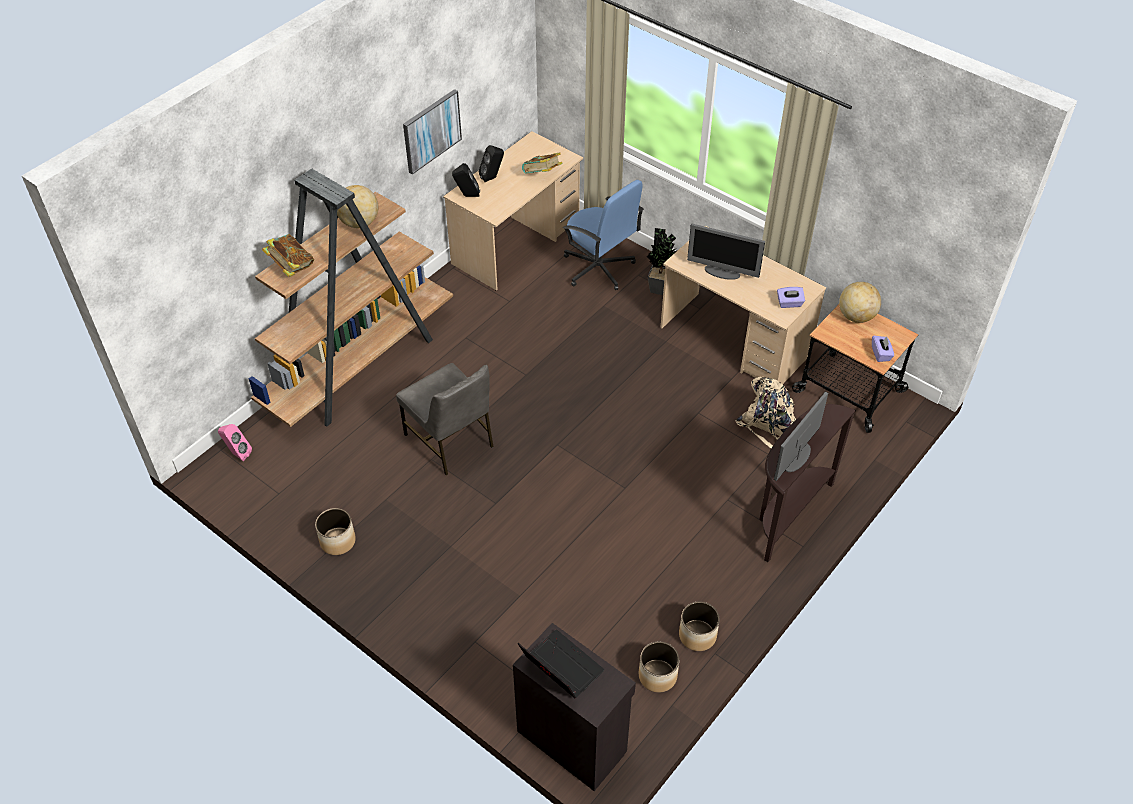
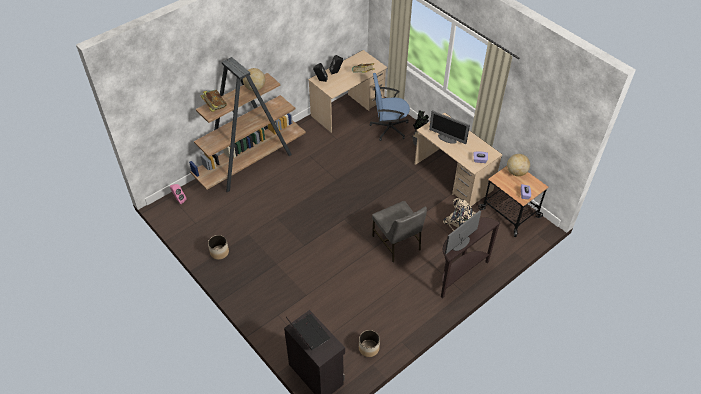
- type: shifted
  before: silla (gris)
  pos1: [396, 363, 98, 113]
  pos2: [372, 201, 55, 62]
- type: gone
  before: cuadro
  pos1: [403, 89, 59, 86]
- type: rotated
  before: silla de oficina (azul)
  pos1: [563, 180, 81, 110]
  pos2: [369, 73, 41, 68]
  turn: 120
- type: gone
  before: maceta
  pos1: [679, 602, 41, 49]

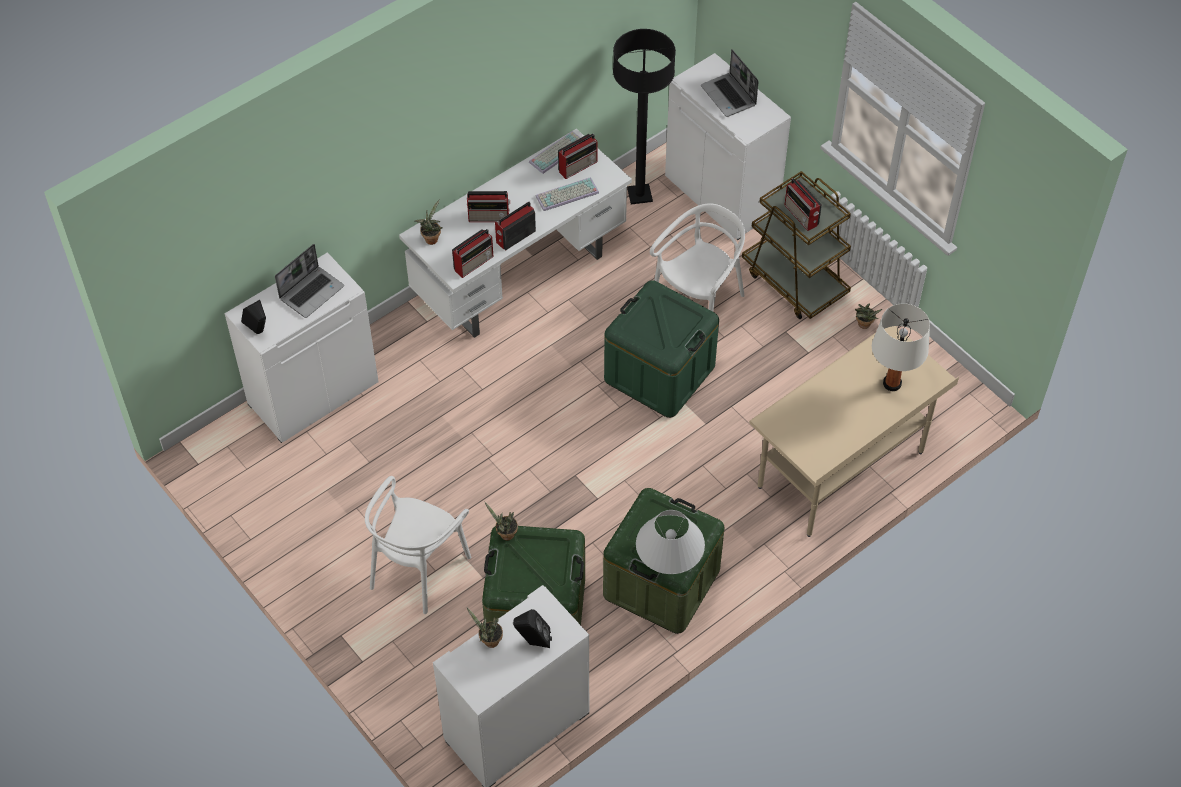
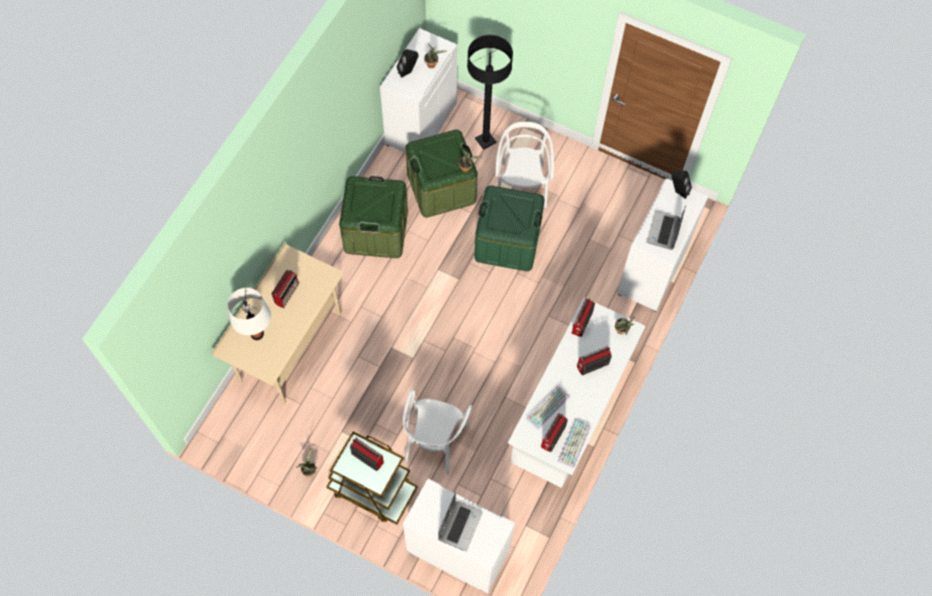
- type: shifted
  before: radio
  pos1: [495, 201, 41, 49]
  pos2: [271, 270, 28, 38]
- type: shifted
  before: caja de almacenaje (verde)
  pos1: [604, 280, 115, 138]
  pos2: [474, 185, 71, 86]
- type: shifted
  before: lámpara de pie (negro)
  pos1: [613, 29, 63, 175]
  pos2: [467, 35, 46, 115]
- type: gone
  before: lámpara de mesa (blanco)
  pos1: [636, 510, 69, 64]
- type: rotated
  before: portátil
  pos1: [701, 49, 58, 68]
  pos2: [438, 493, 45, 58]
  turn: 75

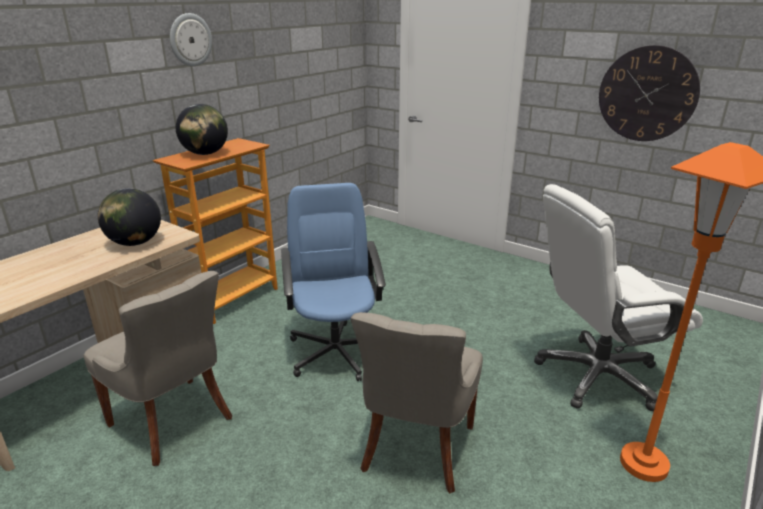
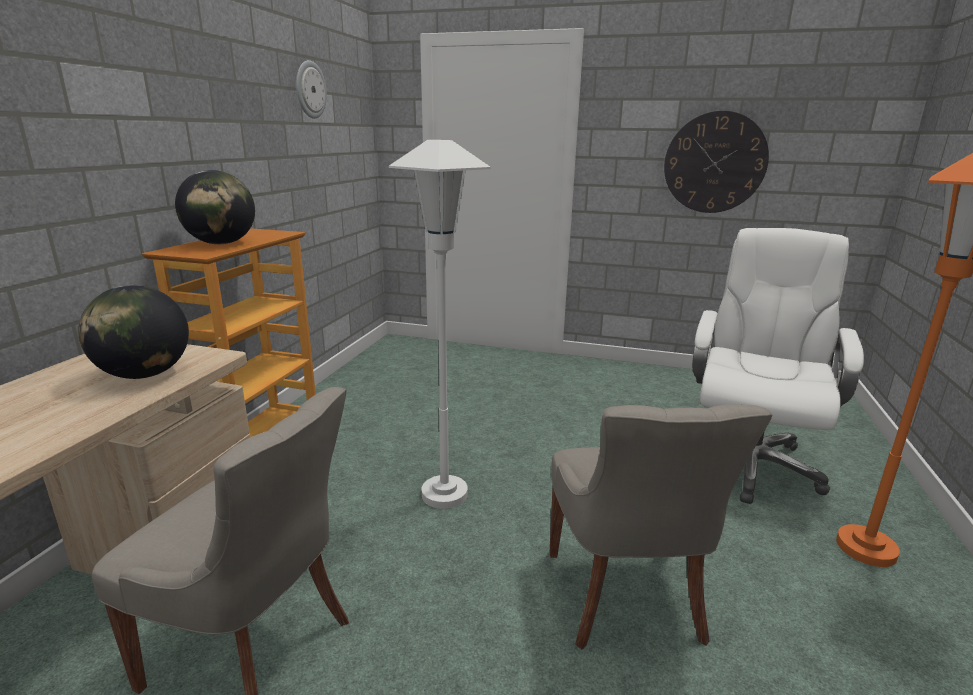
- type: shifted
  before: reloj de pared
  pos1: [170, 13, 42, 53]
  pos2: [296, 60, 31, 59]
- type: swapped
  before: silla de oficina (azul)
  after: lámpara de pie (blanco)
  pos1: [281, 183, 105, 198]
  pos2: [389, 140, 102, 369]
- type: rotated
  before: silla de oficina (blanco)
  pos1: [534, 184, 169, 227]
  pos2: [692, 228, 172, 276]
  turn: 150

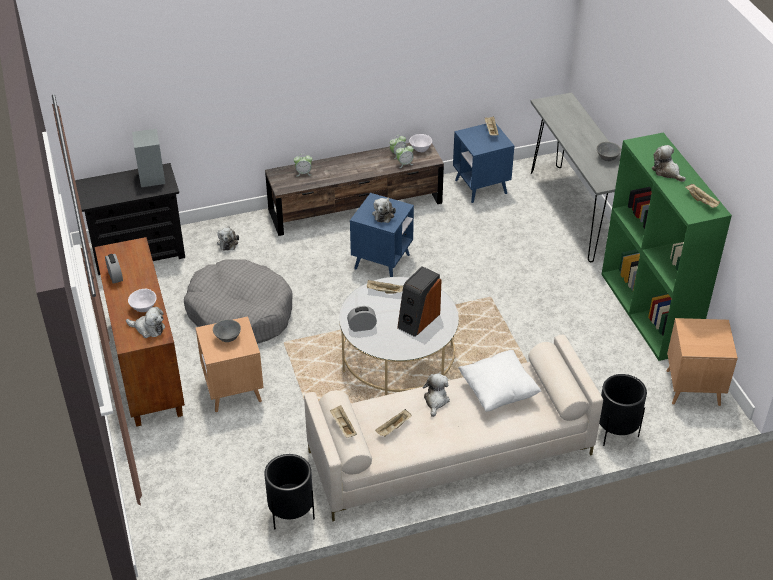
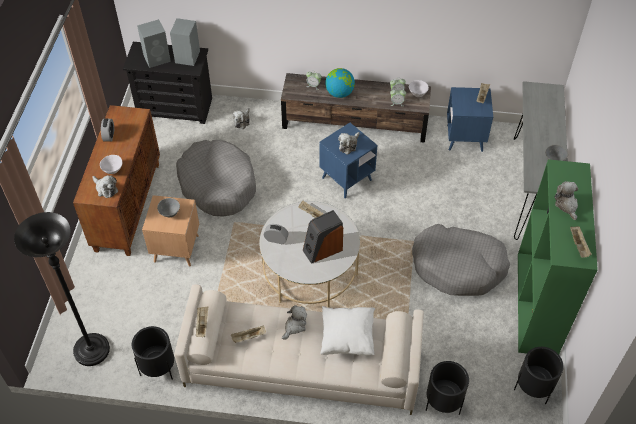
- type: swapped
  before: mesa auxiliar (marrón)
  after: maceta (negro)
  pos1: [666, 318, 72, 88]
  pos2: [514, 347, 50, 57]
- type: new
  after: lámpara de pie (negro)
  pos2: [14, 212, 96, 154]
- type: new
  after: altavoz (gris)
  pos2: [137, 19, 34, 49]
- type: new
  after: globo terráqueo
  pos2: [325, 68, 30, 30]
- type: new
  after: cama para perro (gris)
  pos2: [412, 224, 98, 72]

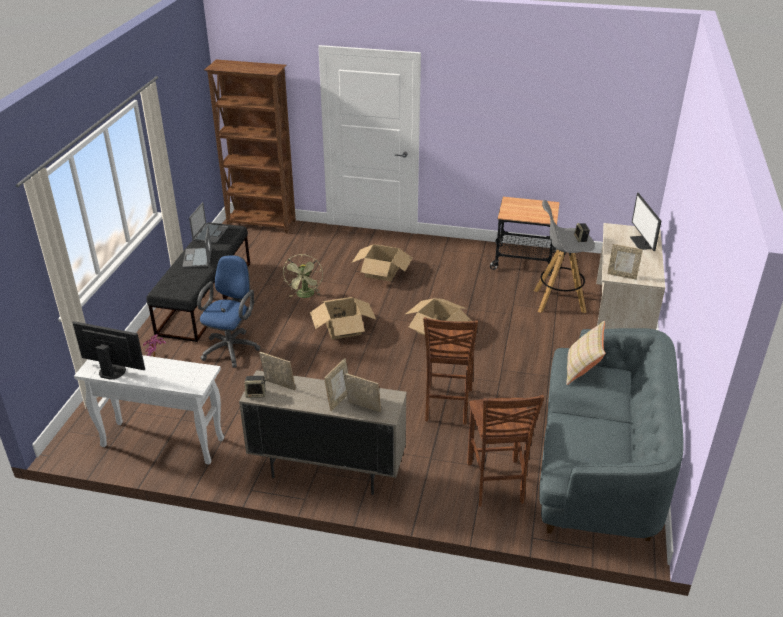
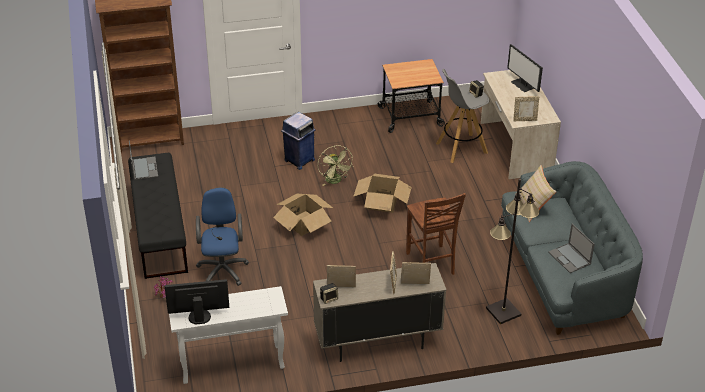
- type: shifted
  before: portátil
  pos1: [182, 225, 30, 43]
  pos2: [548, 224, 47, 49]
- type: shifted
  before: ventilador (verde)
  pos1: [283, 254, 40, 44]
  pos2: [318, 145, 36, 41]
- type: swapped
  before: caja de cartón
  after: papelera (azul)
  pos1: [352, 244, 60, 37]
  pos2: [281, 112, 34, 58]
- type: swapped
  before: silla (marrón)
  after: lámpara de pie (negro)
  pos1: [467, 395, 77, 111]
  pos2: [486, 179, 54, 145]

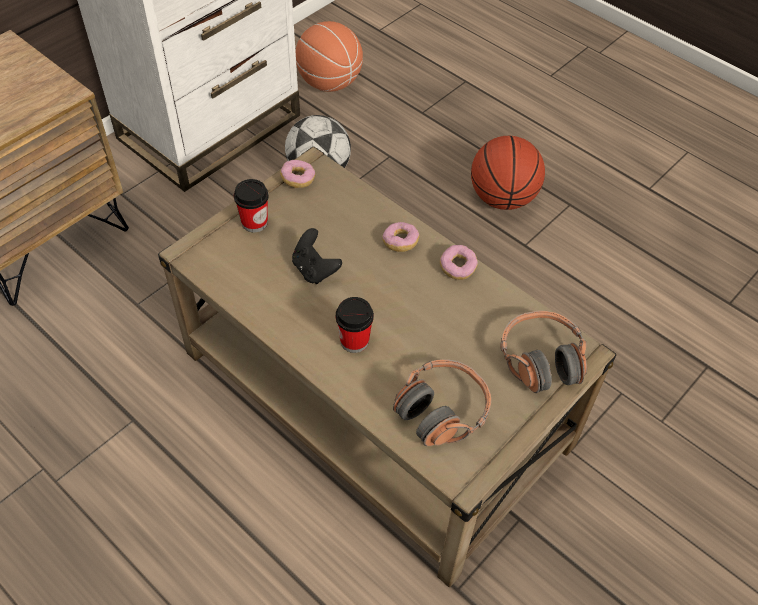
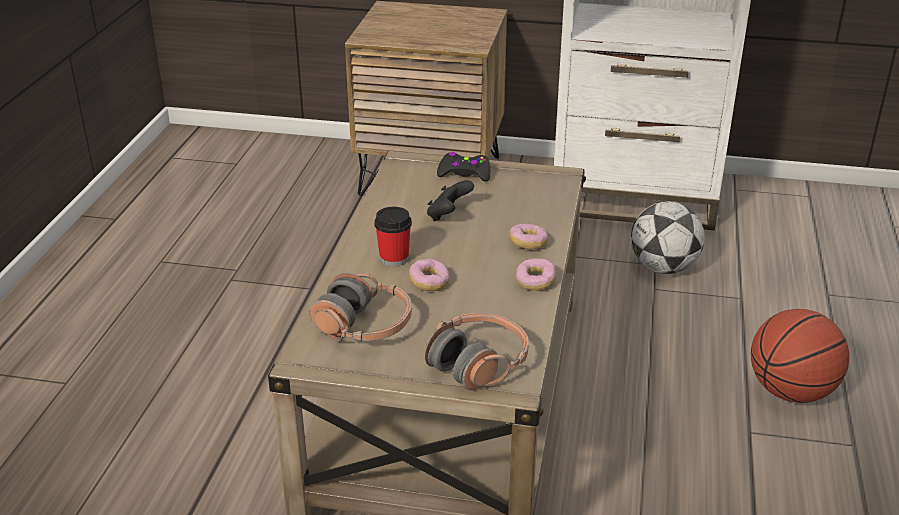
- type: swapped
  before: taza
  after: mando de consola (negro)
  pos1: [234, 179, 35, 53]
  pos2: [437, 152, 53, 29]
- type: shifted
  before: rosquilla
  pos1: [280, 160, 35, 28]
  pos2: [409, 259, 41, 32]
- type: gone
  before: balón de baloncesto
  pos1: [296, 21, 67, 71]

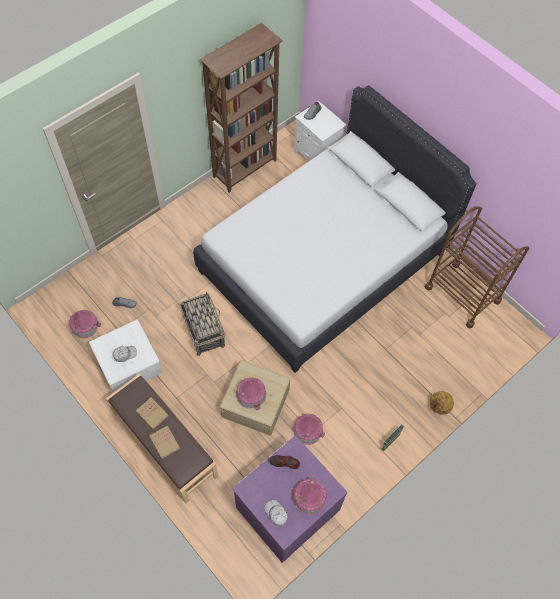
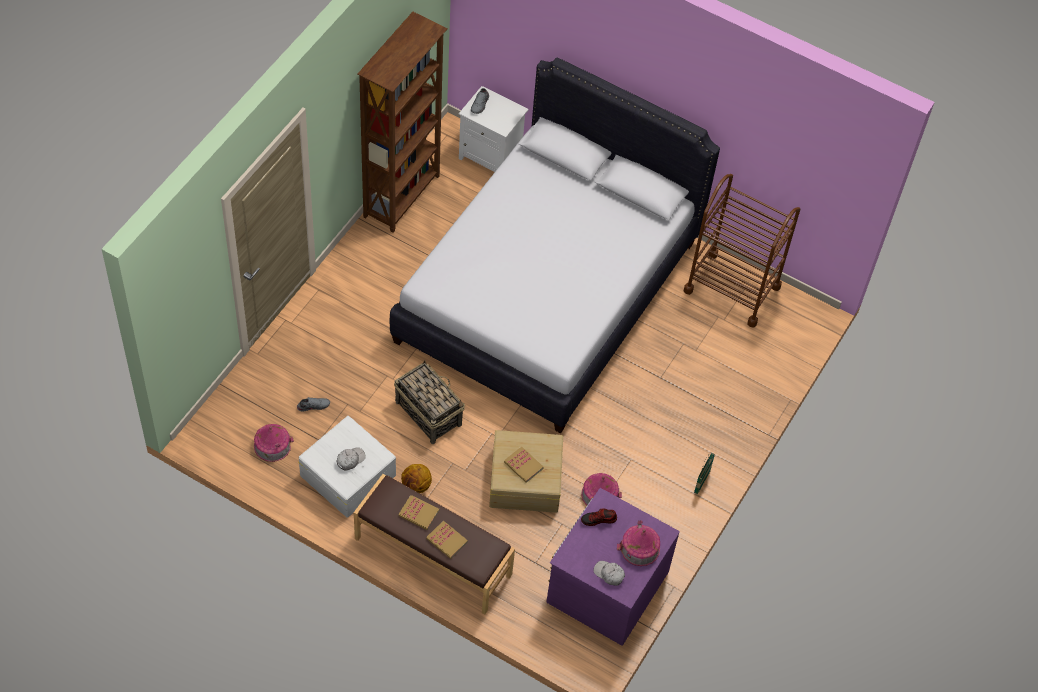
- type: swapped
  before: casita
  after: libro
  pos1: [236, 377, 30, 33]
  pos2: [504, 446, 40, 37]
- type: shifted
  before: balón de baloncesto
  pos1: [430, 391, 24, 24]
  pos2: [401, 464, 31, 29]

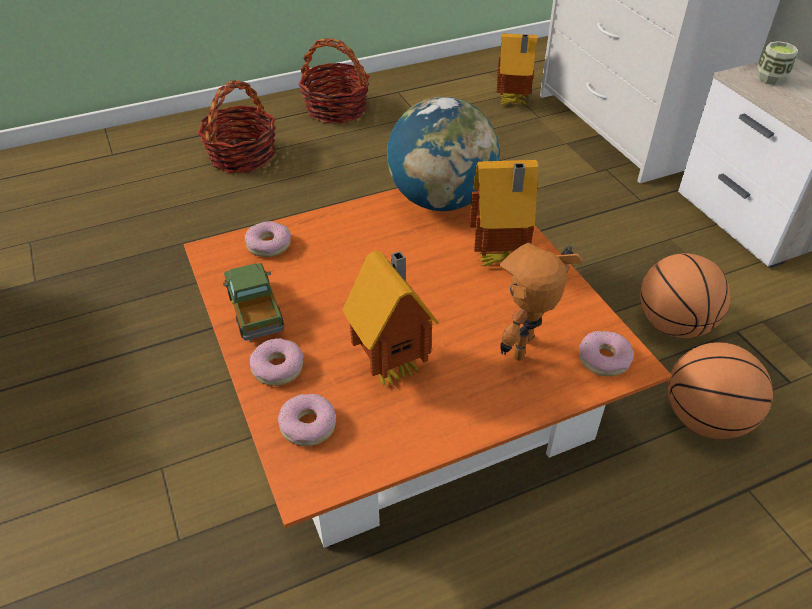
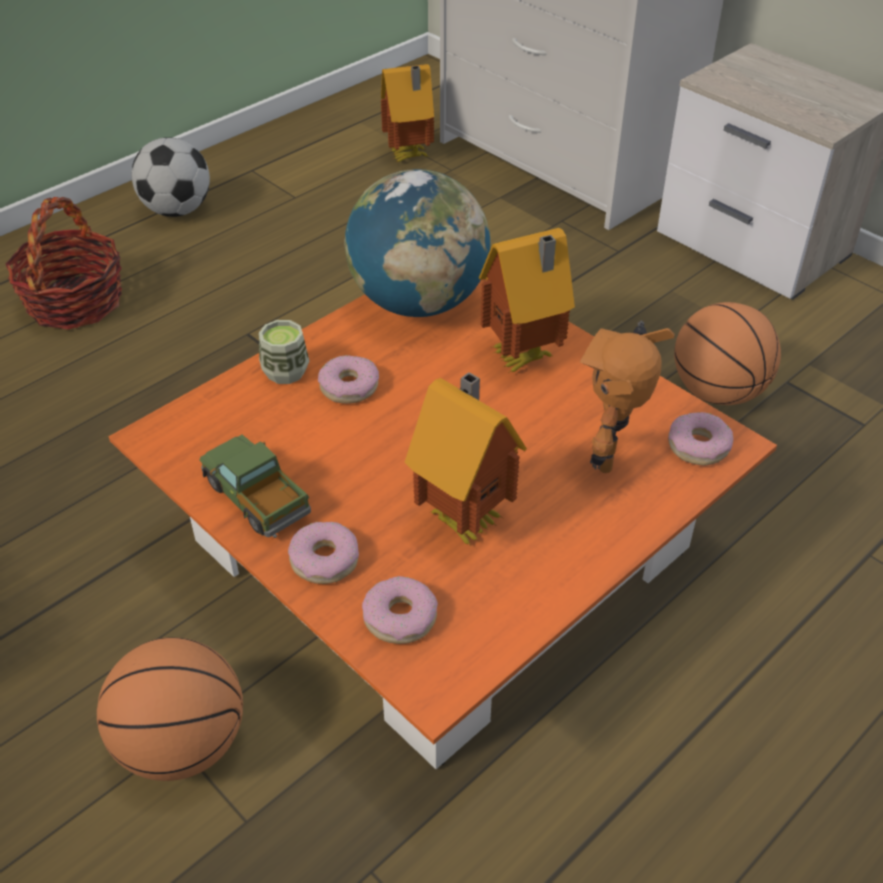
- type: shifted
  before: rosquilla
  pos1: [245, 221, 46, 36]
  pos2: [318, 355, 61, 49]
- type: swapped
  before: cesta
  after: balón de fútbol
  pos1: [298, 38, 71, 86]
  pos2: [131, 137, 79, 80]
- type: shifted
  before: balón de baloncesto
  pos1: [668, 342, 105, 97]
  pos2: [97, 637, 146, 144]
- type: shifted
  before: taza
  pos1: [757, 41, 41, 44]
  pos2: [259, 320, 50, 64]

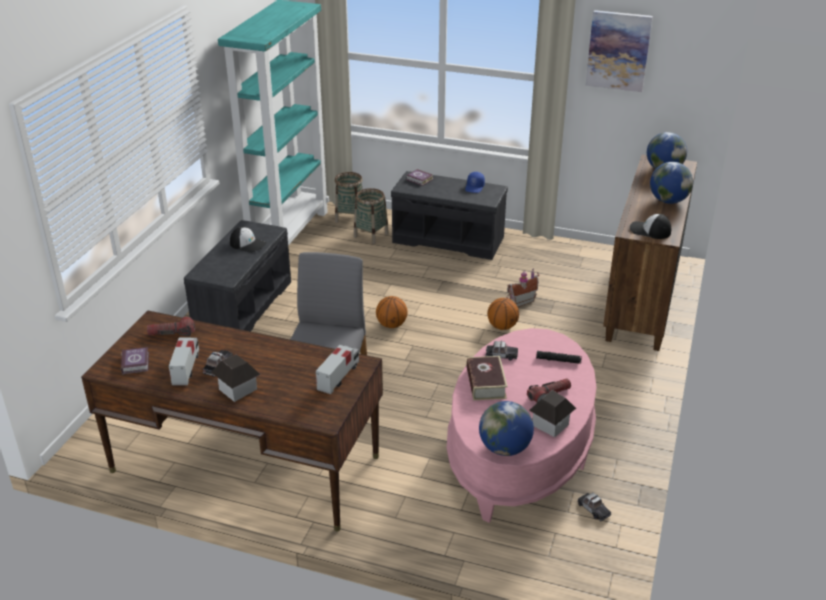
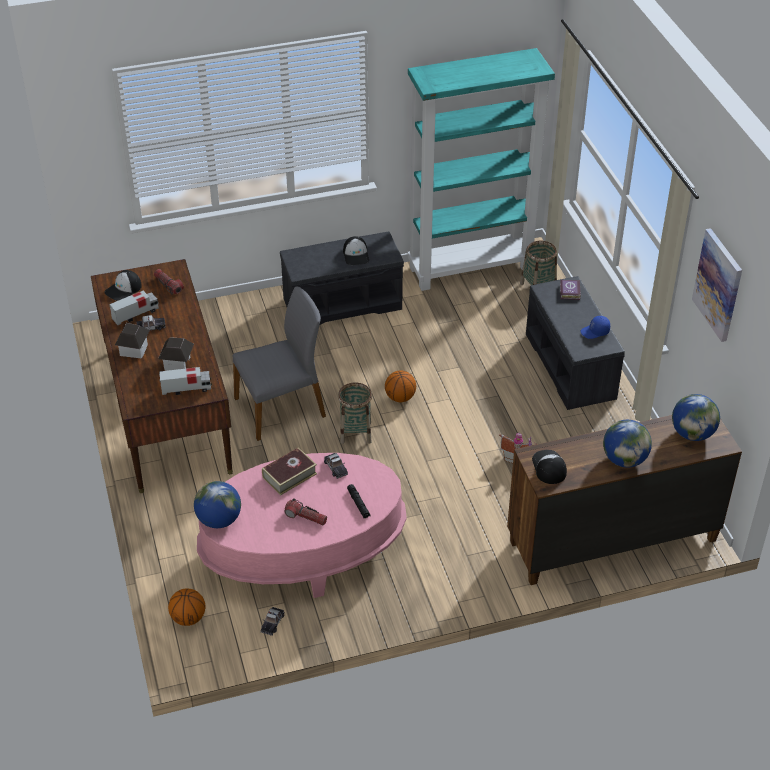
- type: swapped
  before: libro
  after: gorra
  pos1: [121, 347, 28, 27]
  pos2: [105, 270, 37, 31]
- type: shifted
  before: cesta
  pos1: [354, 188, 35, 56]
  pos2: [338, 382, 34, 62]
- type: shifted
  before: balón de baloncesto
  pos1: [487, 298, 32, 32]
  pos2: [168, 588, 37, 38]
- type: shifted
  before: casita
  pos1: [529, 390, 47, 47]
  pos2: [158, 337, 36, 34]

